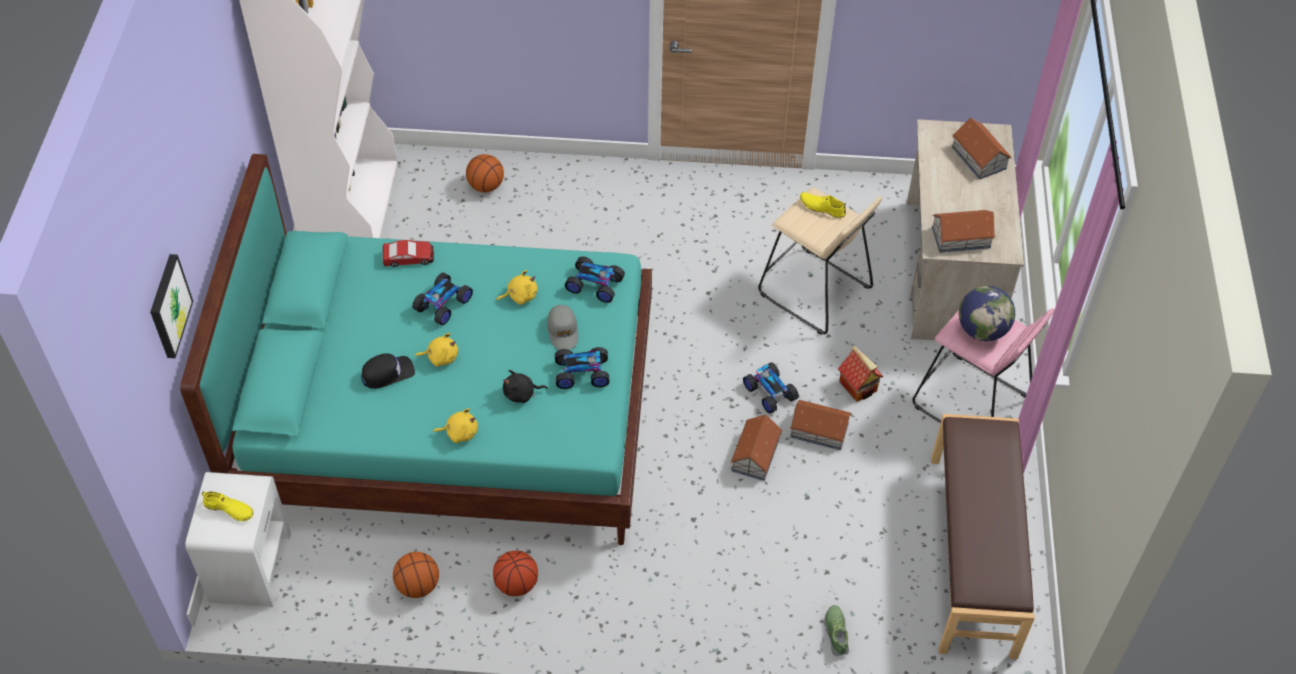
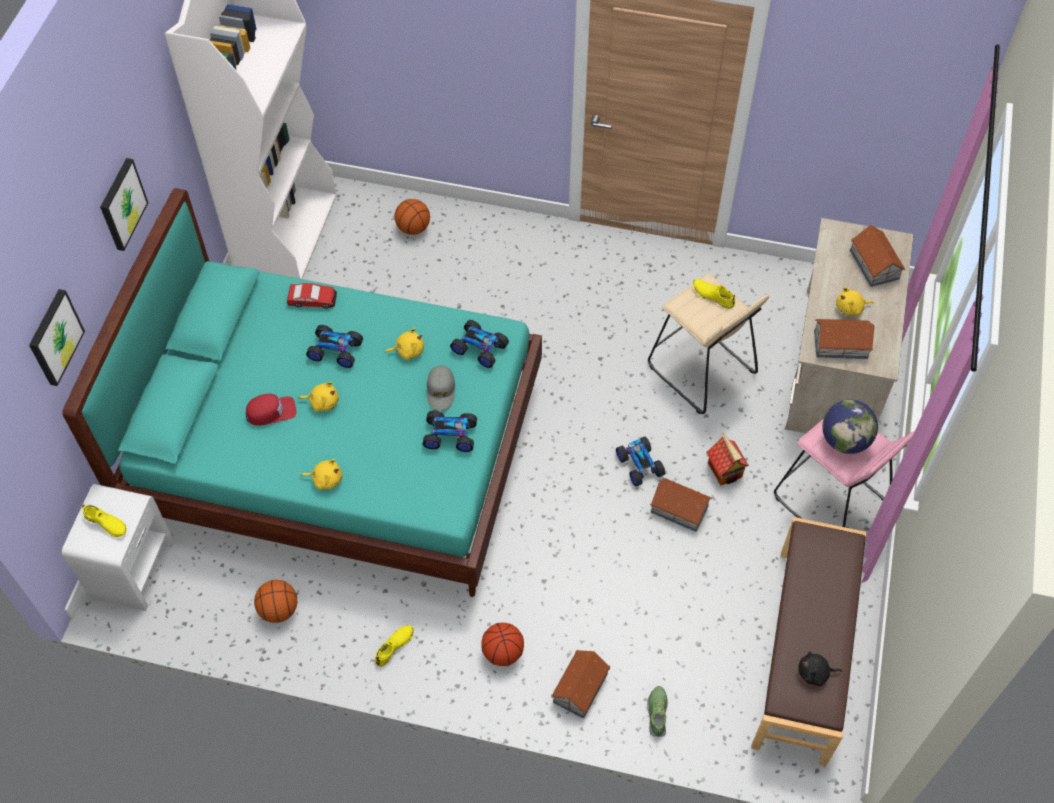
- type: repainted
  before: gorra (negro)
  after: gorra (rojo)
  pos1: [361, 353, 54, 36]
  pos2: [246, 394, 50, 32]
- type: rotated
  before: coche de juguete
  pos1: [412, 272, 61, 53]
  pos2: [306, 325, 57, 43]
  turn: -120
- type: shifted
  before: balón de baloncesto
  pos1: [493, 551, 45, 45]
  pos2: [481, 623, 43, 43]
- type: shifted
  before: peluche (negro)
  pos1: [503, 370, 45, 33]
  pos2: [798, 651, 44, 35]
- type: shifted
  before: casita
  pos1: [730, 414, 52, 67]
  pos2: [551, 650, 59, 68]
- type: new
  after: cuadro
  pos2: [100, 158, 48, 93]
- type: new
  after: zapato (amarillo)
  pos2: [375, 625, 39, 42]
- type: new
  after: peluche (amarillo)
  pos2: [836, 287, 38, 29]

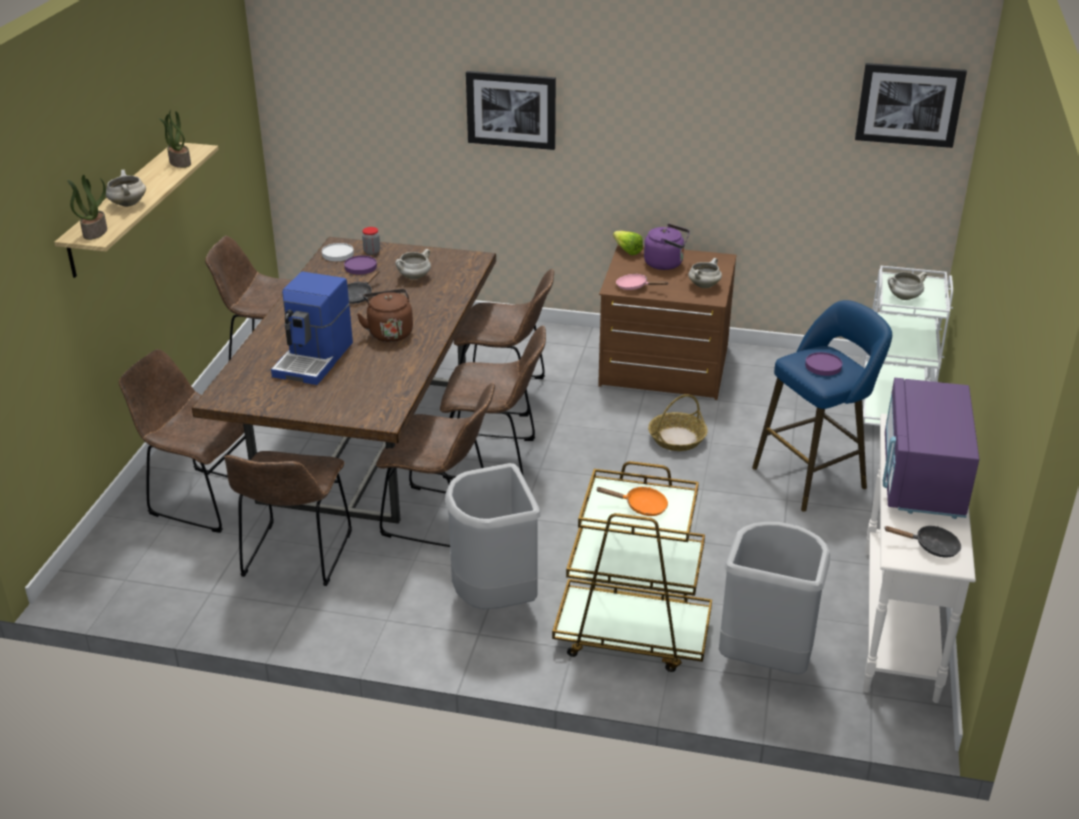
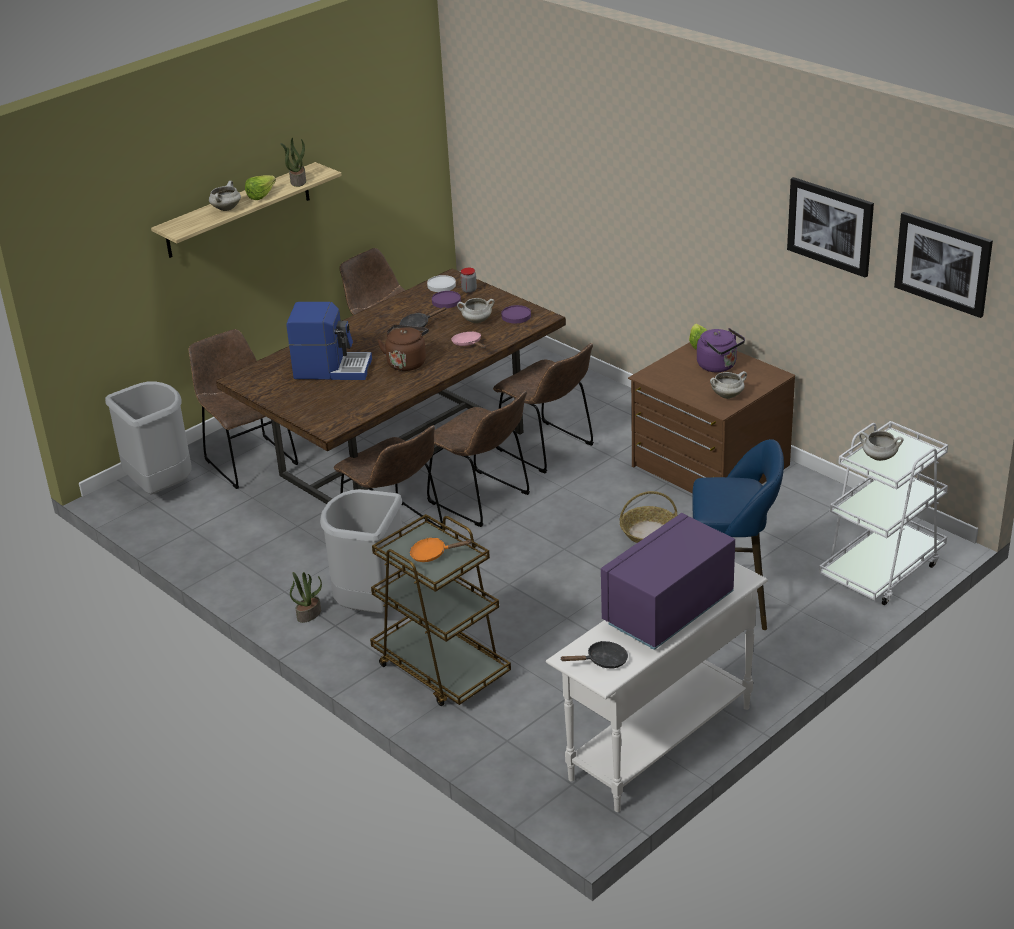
- type: shifted
  before: planta en maceta
  pos1: [67, 175, 40, 65]
  pos2: [290, 572, 32, 51]
- type: gone
  before: silla (marrón)
  pos1: [224, 451, 128, 135]
- type: rotated
  before: cafetera
  pos1: [271, 272, 82, 113]
  pos2: [287, 302, 85, 78]
  turn: -135
- type: shifted
  before: cuadro
  pos1: [466, 71, 90, 79]
  pos2: [787, 177, 87, 101]
- type: rotated
  before: sartén (naranja)
  pos1: [597, 487, 71, 29]
  pos2: [410, 538, 61, 24]
  turn: 135
- type: shifted
  before: sartén (rosa)
  pos1: [616, 274, 53, 16]
  pos2: [451, 332, 35, 17]
- type: shifted
  before: papelera (gris)
  pos1: [719, 522, 111, 152]
  pos2: [105, 382, 86, 112]
- type: shifted
  before: plato (morado)
  pos1: [805, 352, 37, 24]
  pos2: [501, 305, 30, 18]
- type: rotated
  before: sartén (negro)
  pos1: [885, 526, 76, 32]
  pos2: [561, 641, 67, 27]
  turn: -60
- type: new
  after: lechuga
  pos2: [245, 175, 31, 25]

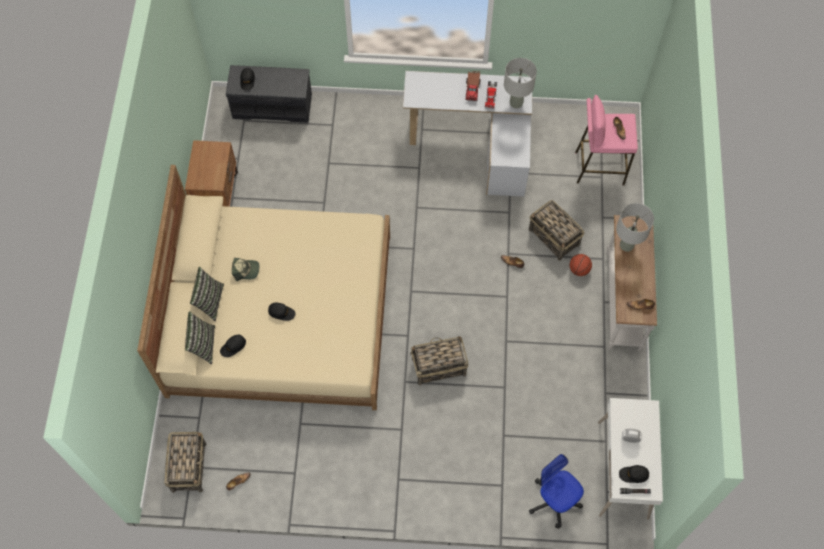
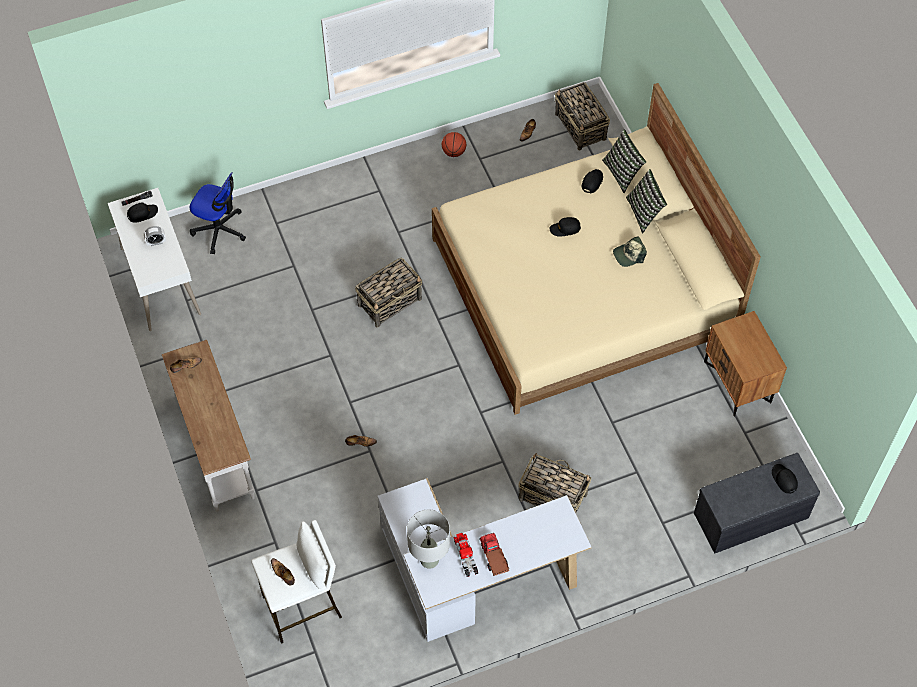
- type: shifted
  before: cesta
  pos1: [529, 200, 55, 61]
  pos2: [519, 453, 72, 60]
- type: shifted
  before: balón de baloncesto
  pos1: [570, 254, 22, 22]
  pos2: [442, 132, 24, 25]
- type: repainted
  before: taburete (rosa)
  after: taburete (blanco)
  pos1: [575, 95, 63, 91]
  pos2: [251, 520, 91, 124]
- type: gone
  before: lámpara de mesa (gris)
  pos1: [616, 203, 38, 49]

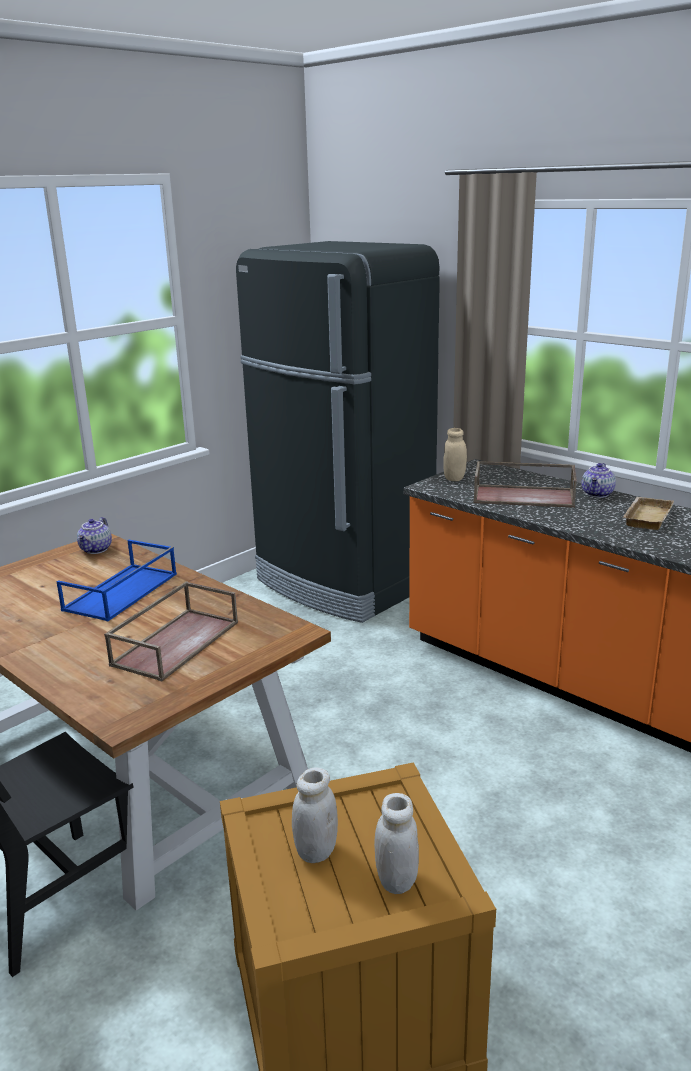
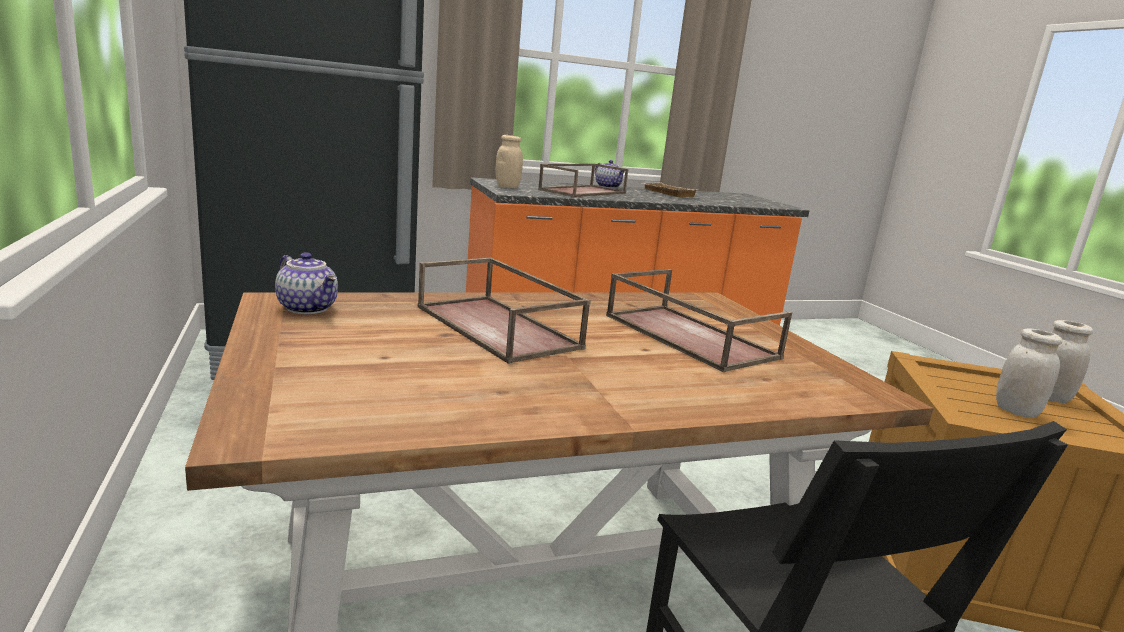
- type: repainted
  before: bandeja (azul)
  after: bandeja (marrón)
  pos1: [57, 540, 120, 81]
  pos2: [418, 257, 173, 107]

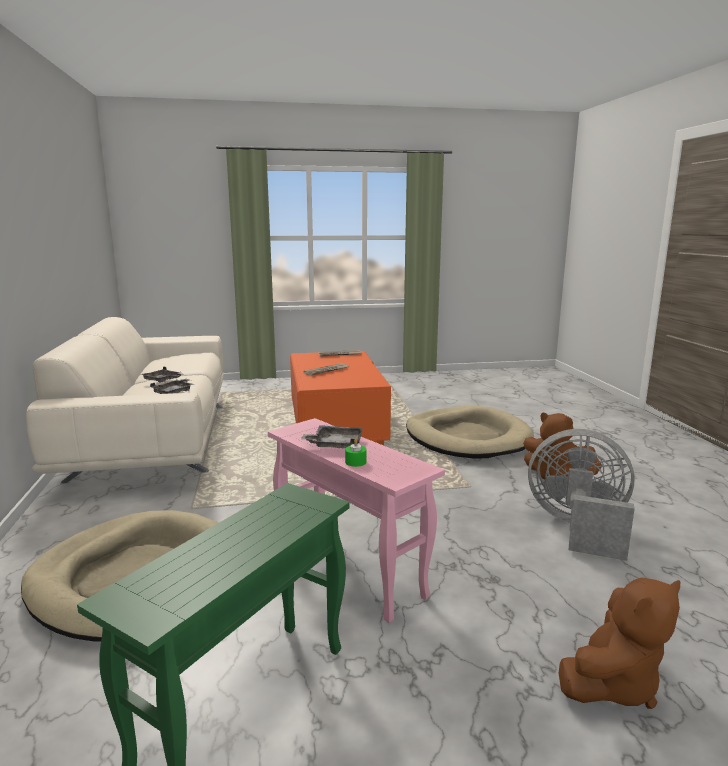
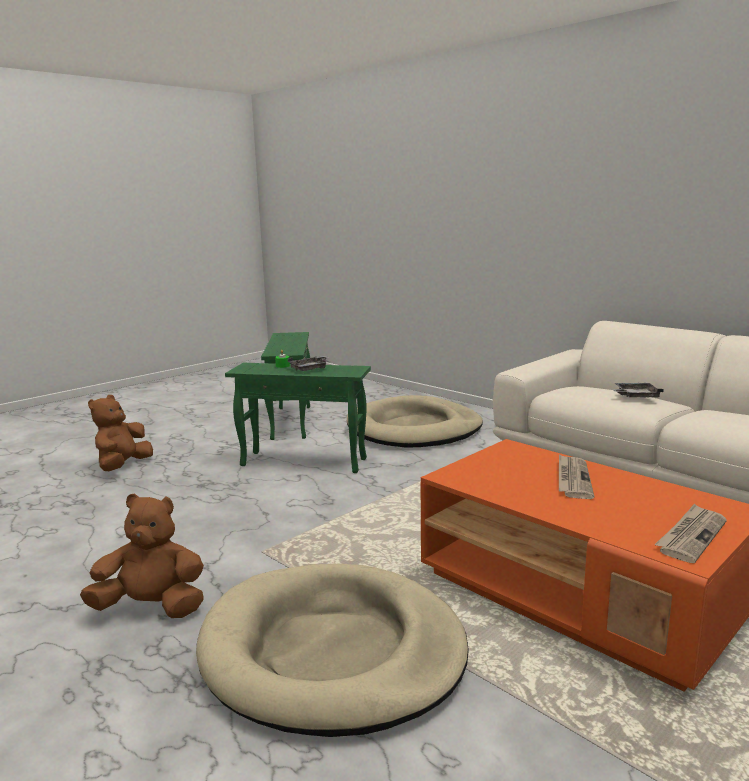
- type: gone
  before: bandeja (gris)
  pos1: [150, 379, 43, 15]
- type: repainted
  before: mesa auxiliar (rosa)
  after: mesa auxiliar (verde)
  pos1: [268, 418, 177, 205]
  pos2: [225, 363, 146, 110]
- type: gone
  before: ventilador (gris)
  pos1: [528, 429, 107, 132]

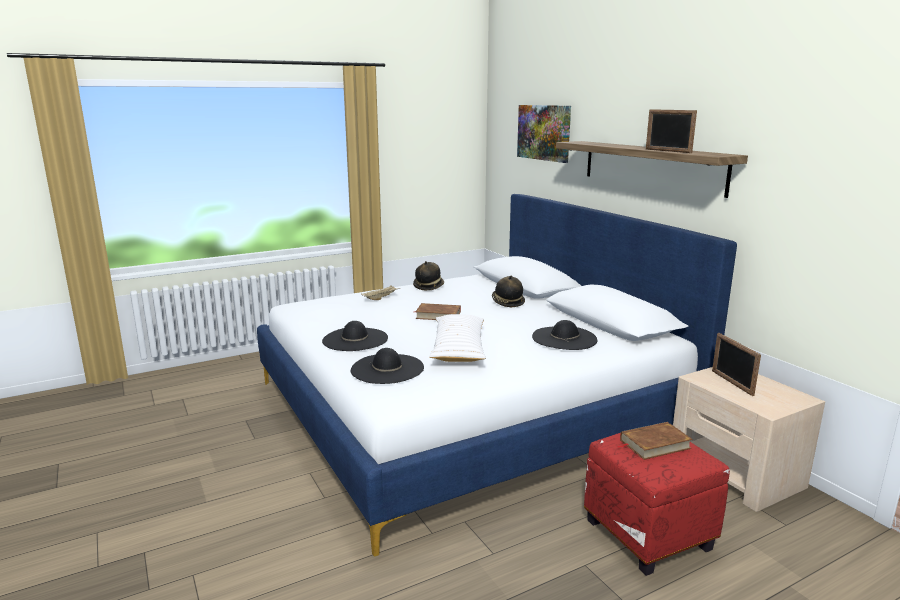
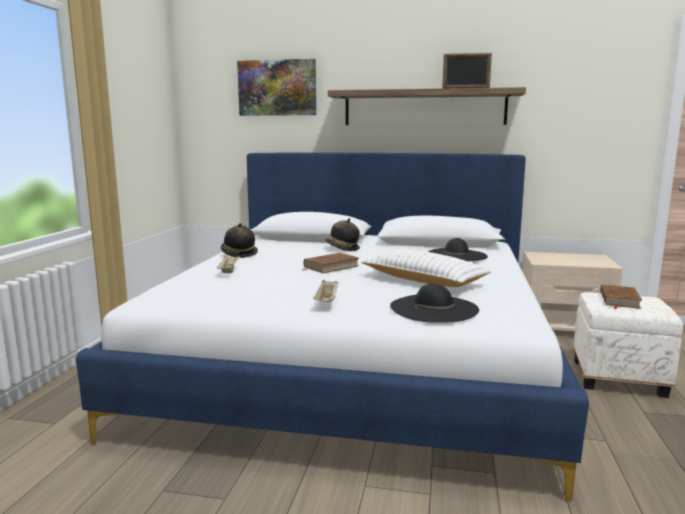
- type: swapped
  before: sombrero (negro)
  after: bandeja (beis)
  pos1: [322, 321, 66, 30]
  pos2: [313, 280, 25, 22]
- type: repainted
  before: puf (rojo)
  after: puf (blanco)
  pos1: [584, 433, 146, 143]
  pos2: [573, 292, 110, 106]
- type: gone
  before: portarretratos
  pos1: [712, 333, 49, 63]

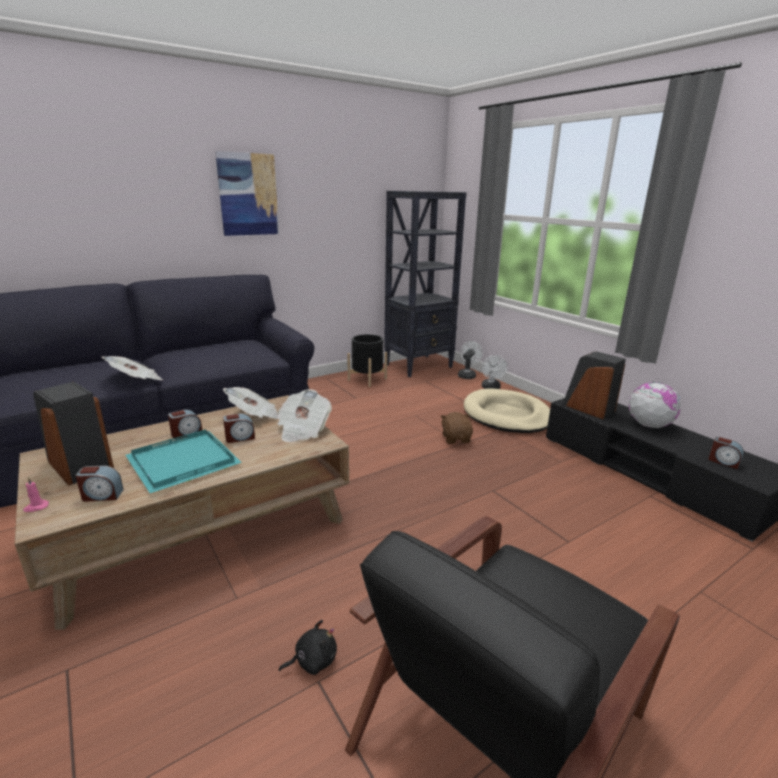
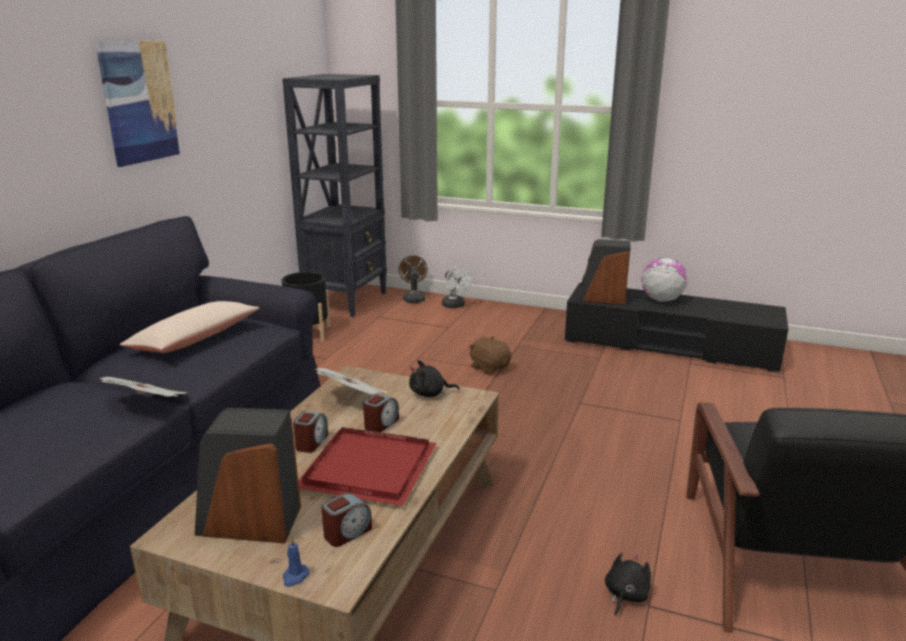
- type: repainted
  before: vela (rosa)
  after: vela (azul)
  pos1: [23, 477, 26, 35]
  pos2: [283, 538, 27, 49]
- type: repainted
  before: bandeja (turquesa)
  after: bandeja (rojo)
  pos1: [125, 429, 117, 64]
  pos2: [298, 427, 139, 79]
- type: swapped
  before: periódico
  after: peluche (negro)
  pos1: [277, 389, 55, 53]
  pos2: [409, 360, 50, 37]
- type: repainted
  before: ventilador (blanco)
  after: ventilador (marrón)
  pos1: [458, 341, 25, 38]
  pos2: [399, 255, 29, 48]
- type: gone
  before: cama para perro (beis)
  pos1: [464, 388, 86, 45]
- type: gone
  before: despertador
  pos1: [709, 437, 35, 32]
- type: new
  after: cojín (beis)
  pos2: [120, 301, 139, 52]

